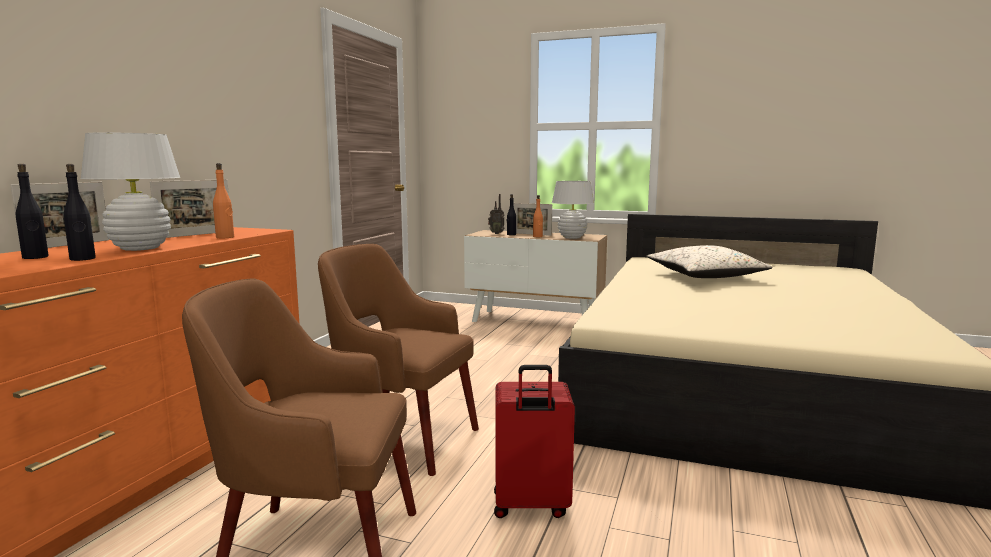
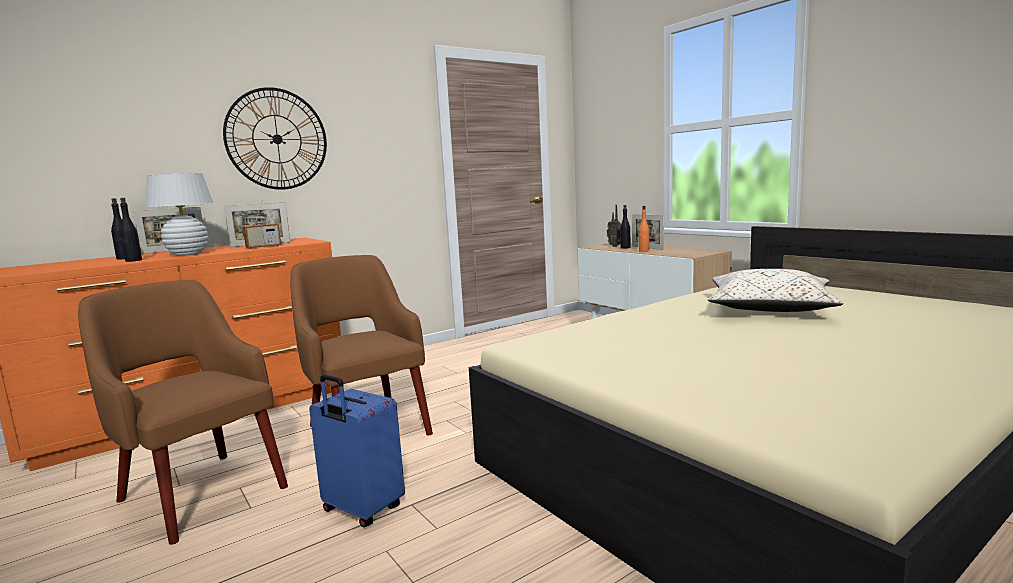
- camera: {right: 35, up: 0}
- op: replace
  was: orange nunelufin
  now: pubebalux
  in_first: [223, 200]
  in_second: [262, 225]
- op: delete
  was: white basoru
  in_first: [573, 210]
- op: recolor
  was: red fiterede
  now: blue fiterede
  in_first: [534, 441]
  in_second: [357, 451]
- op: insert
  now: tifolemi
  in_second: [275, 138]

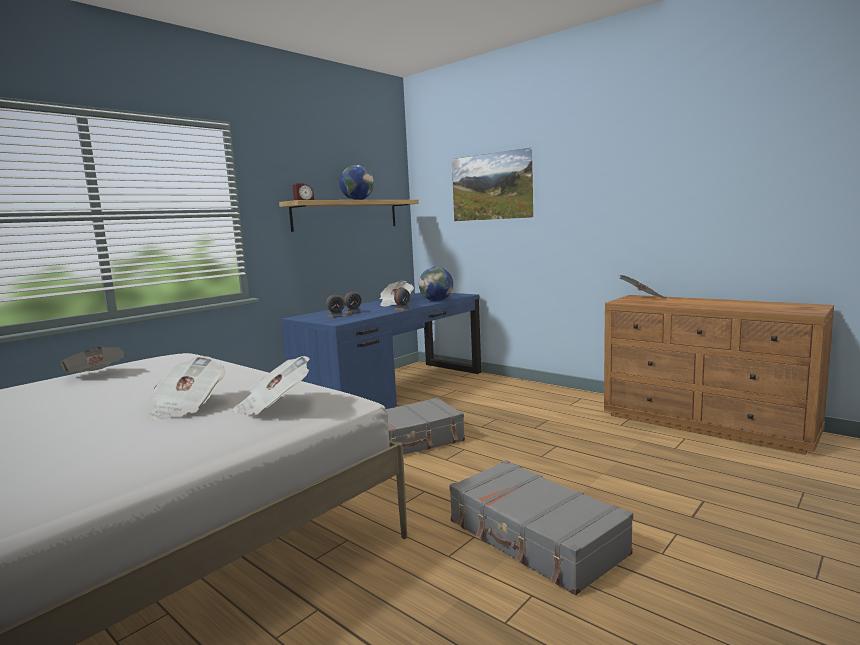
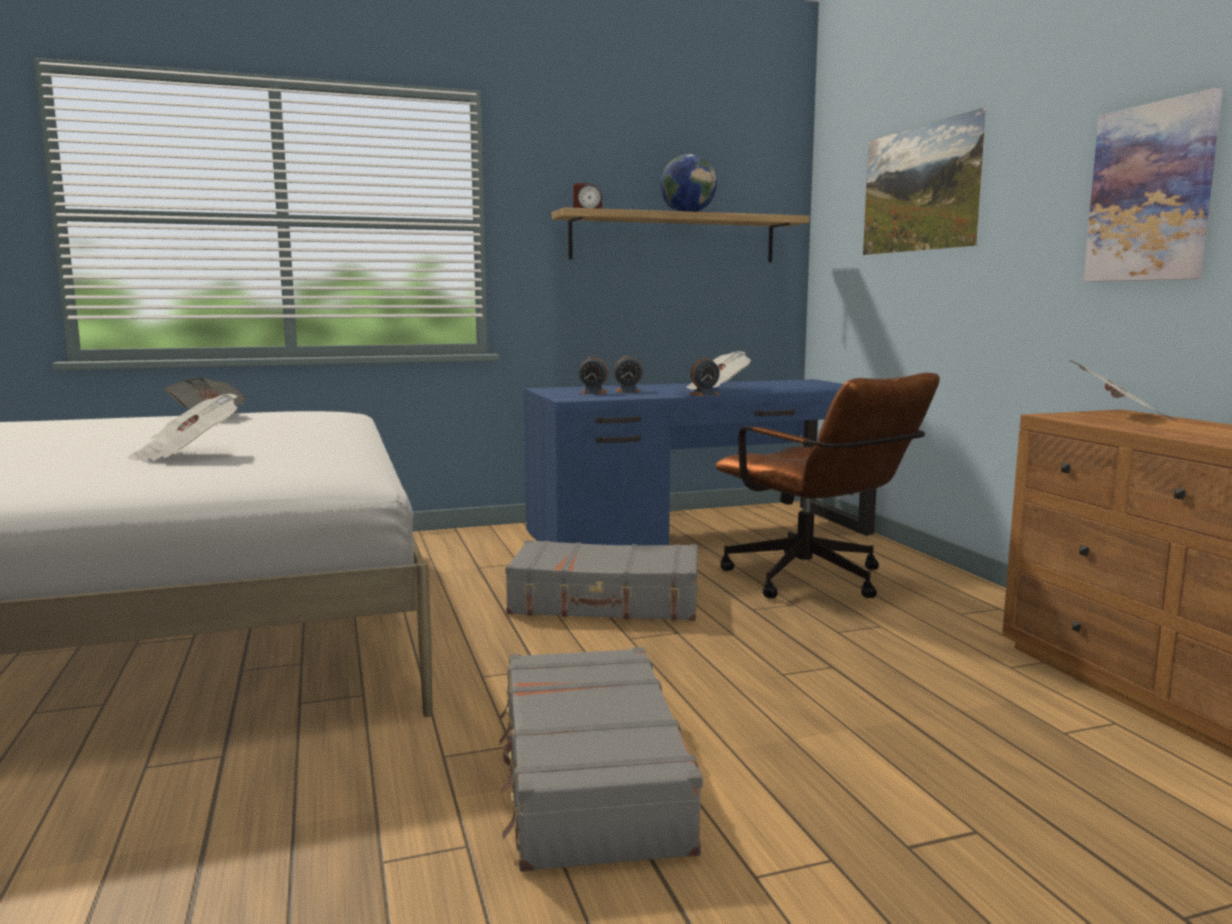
- camera: {right: 30, up: 0}
- op: delete
  was: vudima
  in_first: [436, 284]
- op: delete
  was: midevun
  in_first: [271, 385]
- op: insert
  now: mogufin
  in_second: [1153, 185]
- op: insert
  now: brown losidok
  in_second: [827, 485]

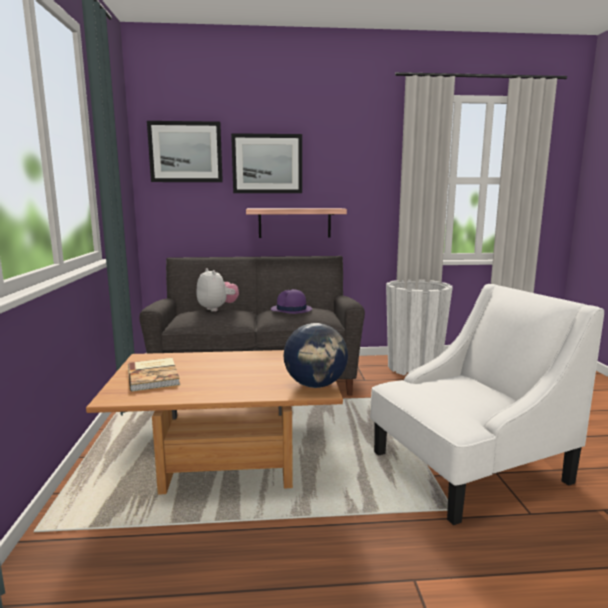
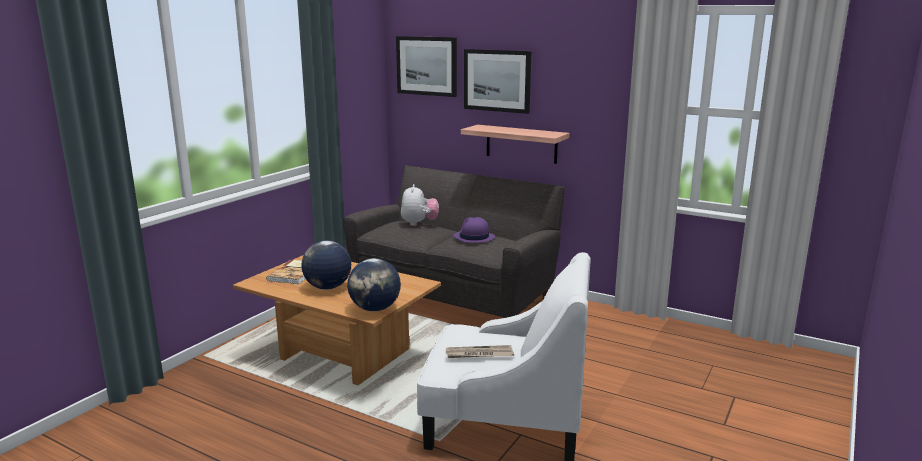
- camera: {right: 35, up: 5}
- op: delete
  was: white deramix
  in_first: [419, 327]
- op: insert
  now: vudima
  in_second: [326, 265]
- op: insert
  now: midevun
  in_second: [480, 351]

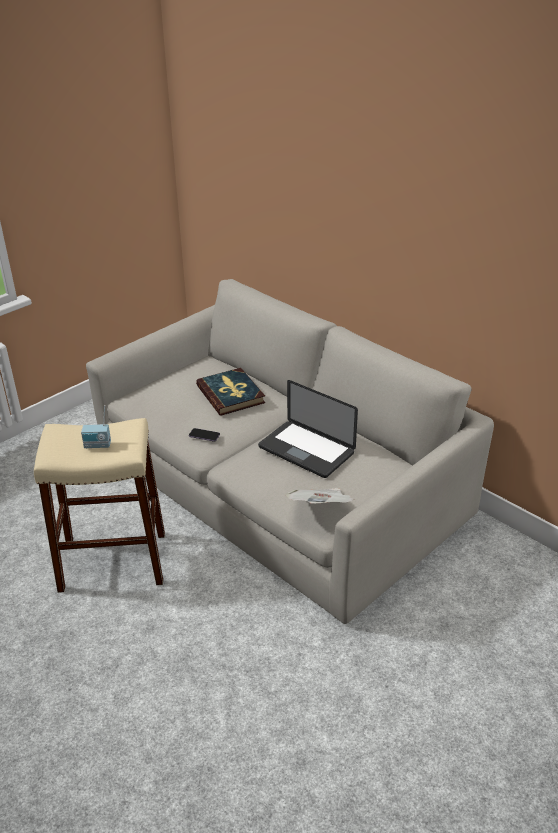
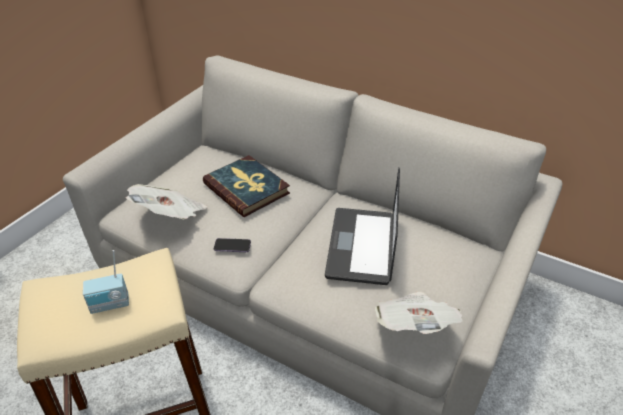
- camera: {right: -15, up: 5}
- op: rotate
  was: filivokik
  in_first: [308, 429]
  in_second: [362, 226]
  clockwise: 75
- op: insert
  now: midevun
  in_second: [167, 201]

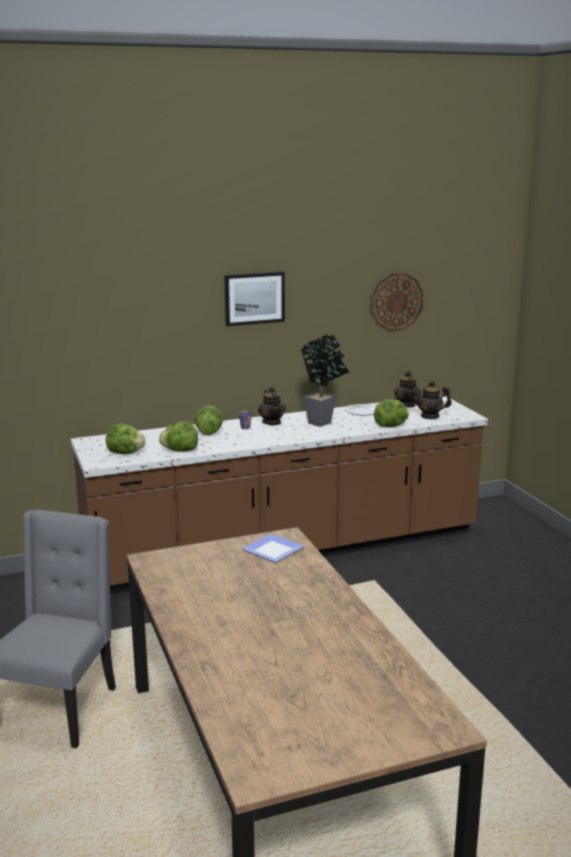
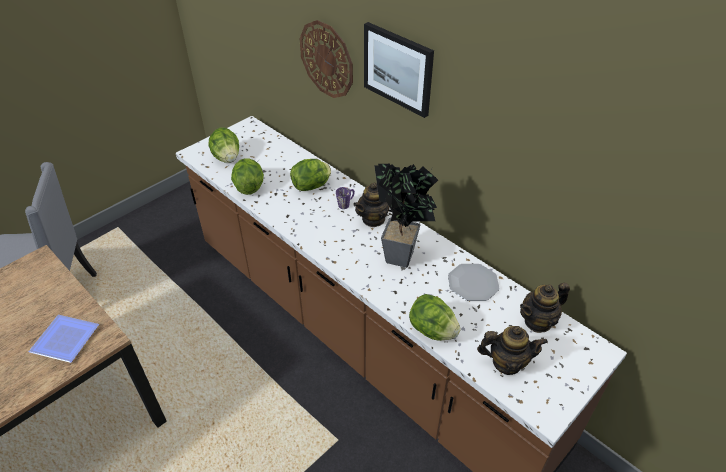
- camera: {right: 65, up: 25}
- op: move
  was: tifolemi
  in_first: [397, 302]
  in_second: [326, 59]
- op: rotate
  was: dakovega
  in_first: [431, 400]
  in_second: [512, 350]
  clockwise: 120

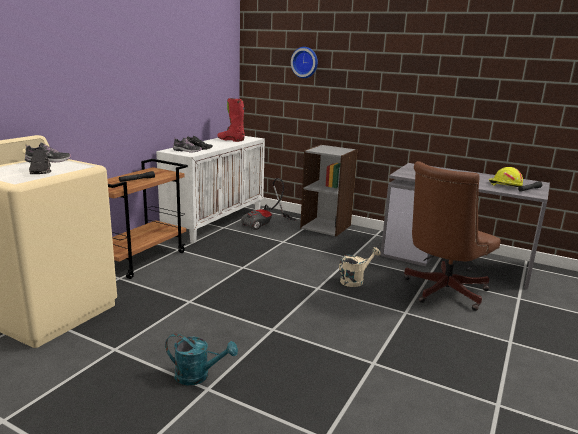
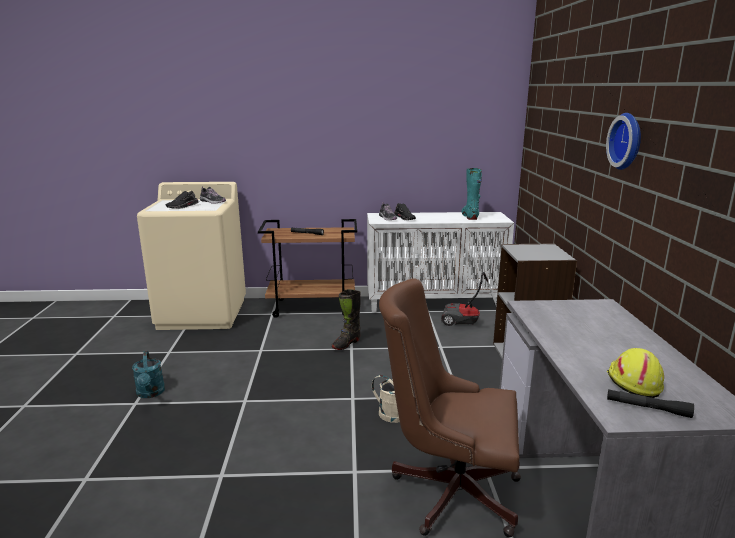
- camera: {right: 60, up: 0}
- op: move
  was: tifolemi
  in_first: [304, 62]
  in_second: [623, 141]
- op: recolor
  was: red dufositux
  now: turquoise dufositux
  in_first: [231, 120]
  in_second: [471, 194]
- op: insert
  now: black dufositux
  in_second: [346, 319]

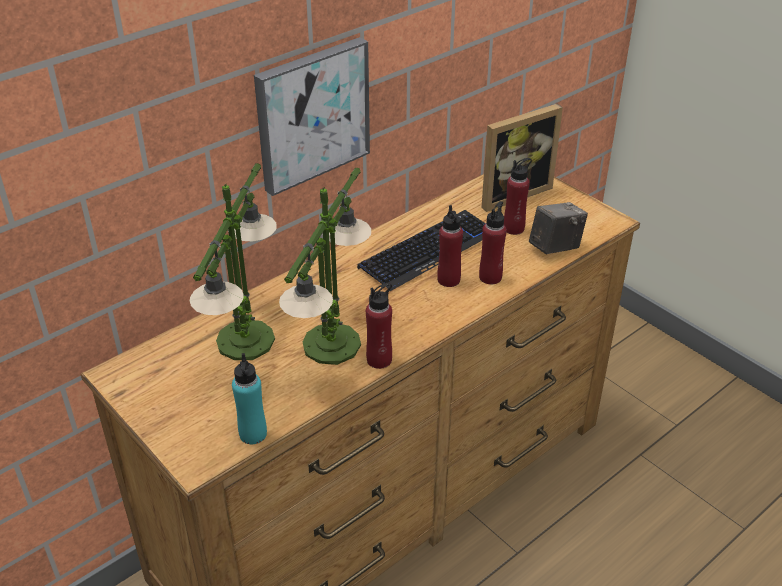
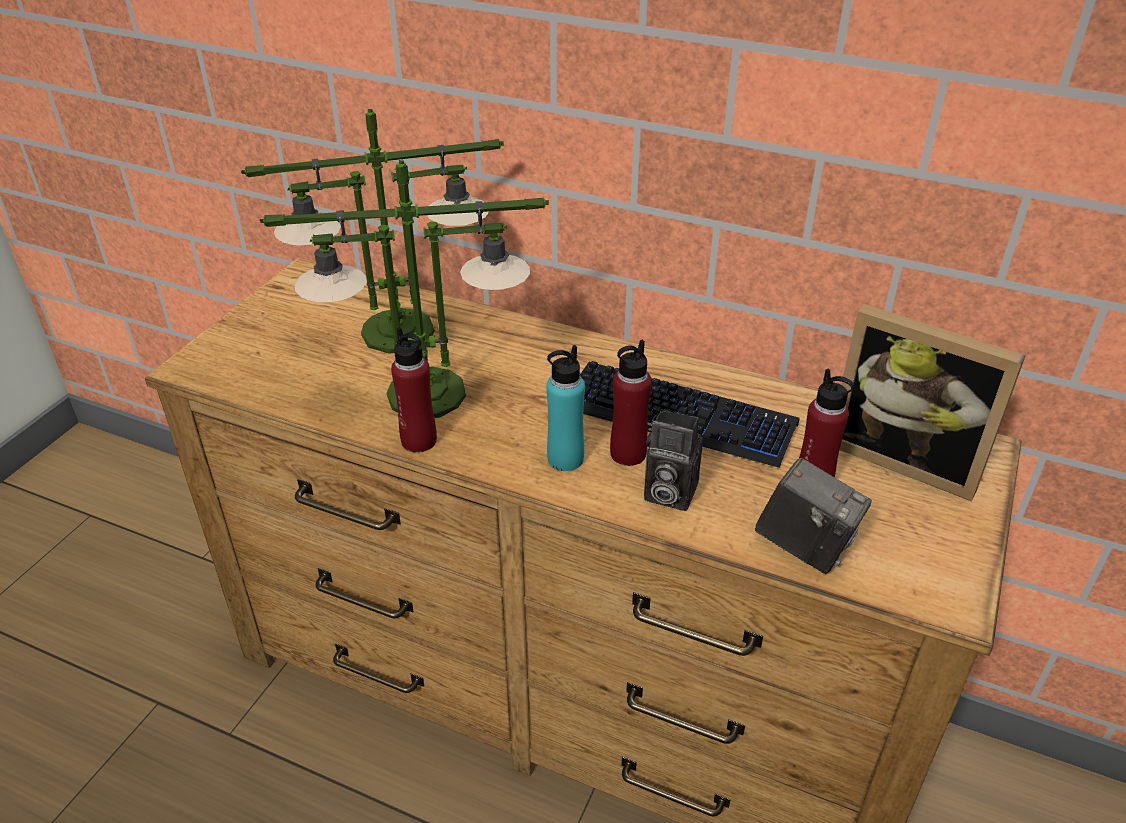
- camera: {right: 65, up: 0}
- op: delete
  was: mogufin
  in_first: [312, 116]
- op: replace
  was: red nunelufin
  now: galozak
  in_first: [493, 242]
  in_second: [673, 460]
- op: move
  was: turquoise nunelufin
  in_first: [249, 398]
  in_second: [565, 408]

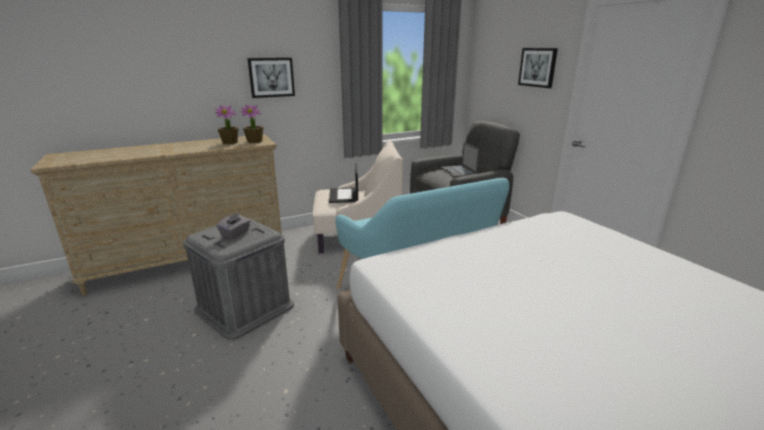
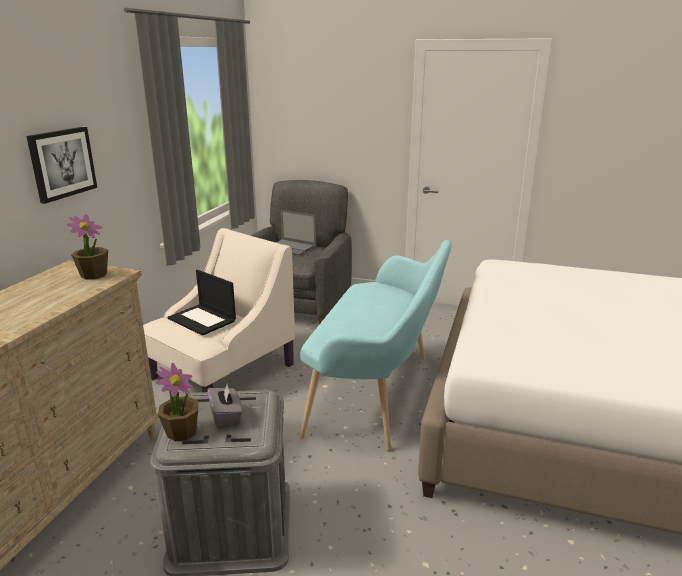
- camera: {right: -45, up: 0}
- op: delete
  was: mogufin
  in_first: [538, 68]
- op: move
  was: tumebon
  in_first: [227, 124]
  in_second: [177, 402]

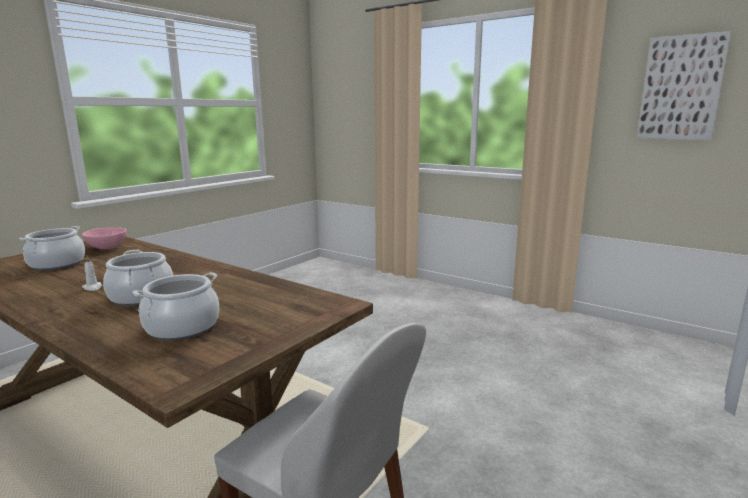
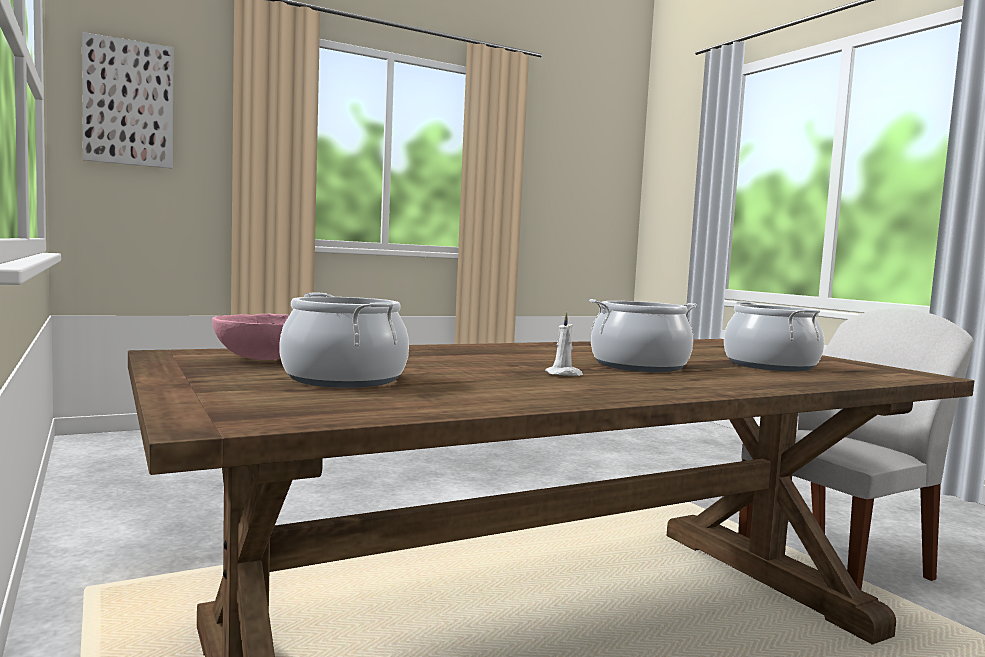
- camera: {right: -65, up: -10}
- op: move
  was: mogufin
  in_first: [684, 85]
  in_second: [127, 100]

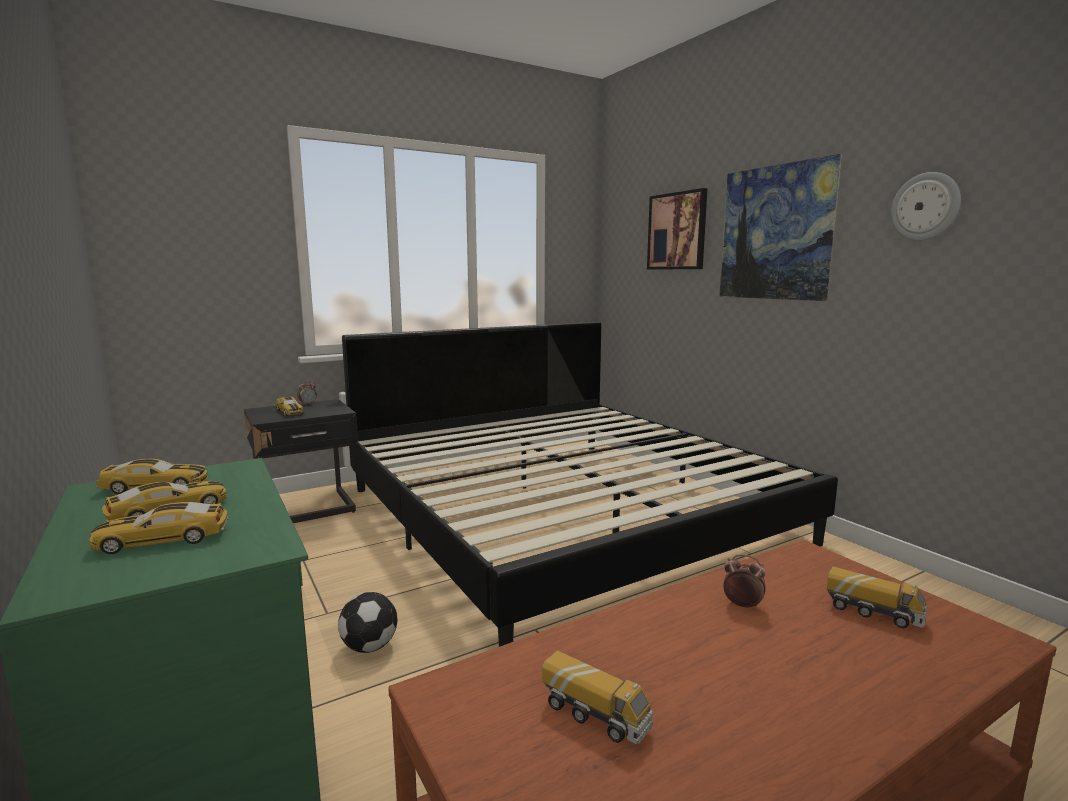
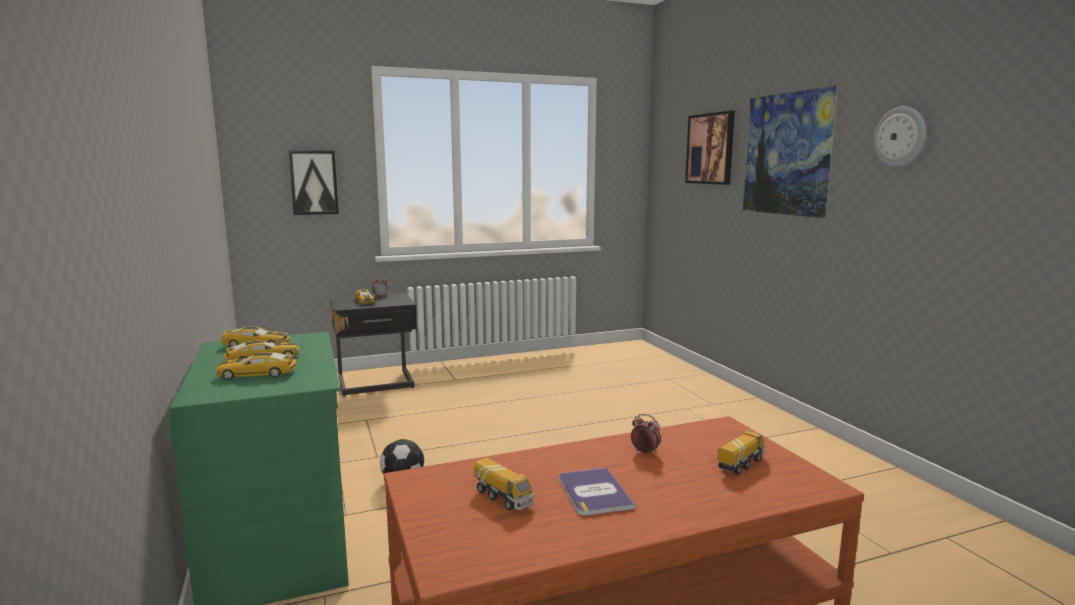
- camera: {right: 10, up: 0}
- op: delete
  was: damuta
  in_first: [590, 484]
- op: rotate
  was: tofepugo
  in_first: [877, 597]
  in_second: [741, 452]
  clockwise: -90
- op: insert
  now: mogufin
  in_second: [314, 182]
- op: insert
  now: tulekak
  in_second: [597, 492]

